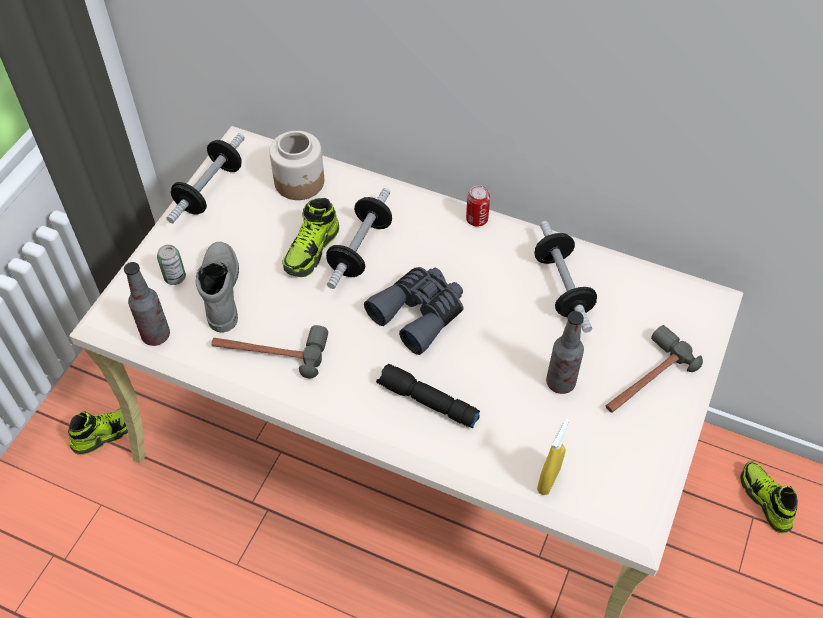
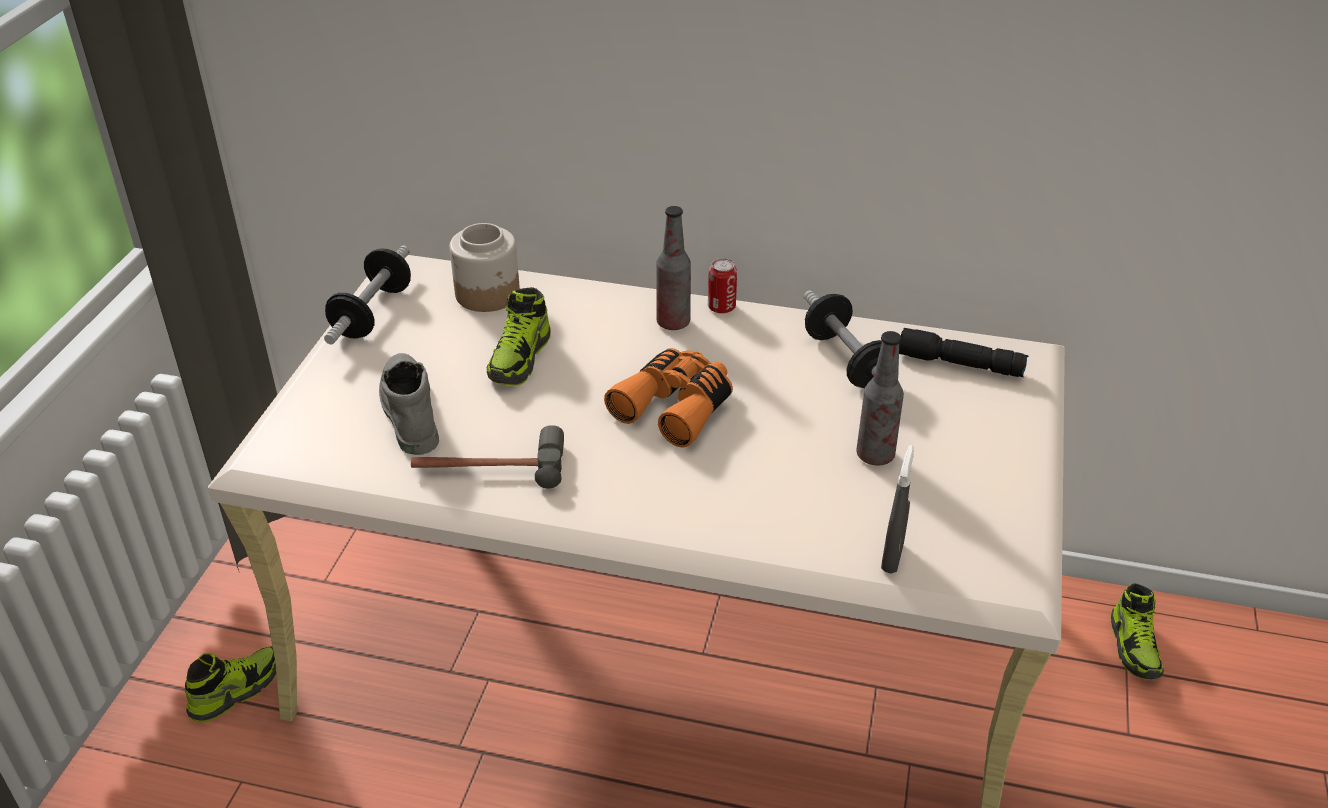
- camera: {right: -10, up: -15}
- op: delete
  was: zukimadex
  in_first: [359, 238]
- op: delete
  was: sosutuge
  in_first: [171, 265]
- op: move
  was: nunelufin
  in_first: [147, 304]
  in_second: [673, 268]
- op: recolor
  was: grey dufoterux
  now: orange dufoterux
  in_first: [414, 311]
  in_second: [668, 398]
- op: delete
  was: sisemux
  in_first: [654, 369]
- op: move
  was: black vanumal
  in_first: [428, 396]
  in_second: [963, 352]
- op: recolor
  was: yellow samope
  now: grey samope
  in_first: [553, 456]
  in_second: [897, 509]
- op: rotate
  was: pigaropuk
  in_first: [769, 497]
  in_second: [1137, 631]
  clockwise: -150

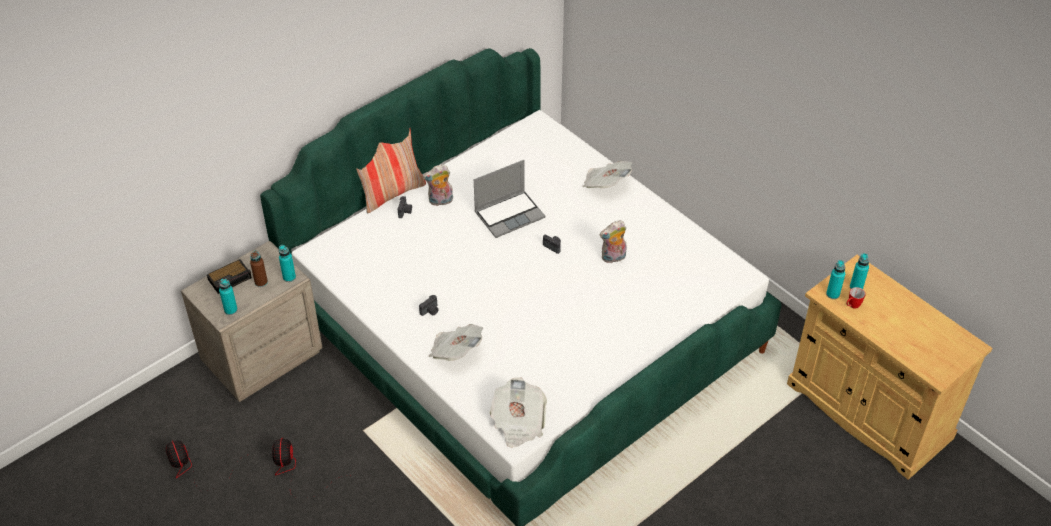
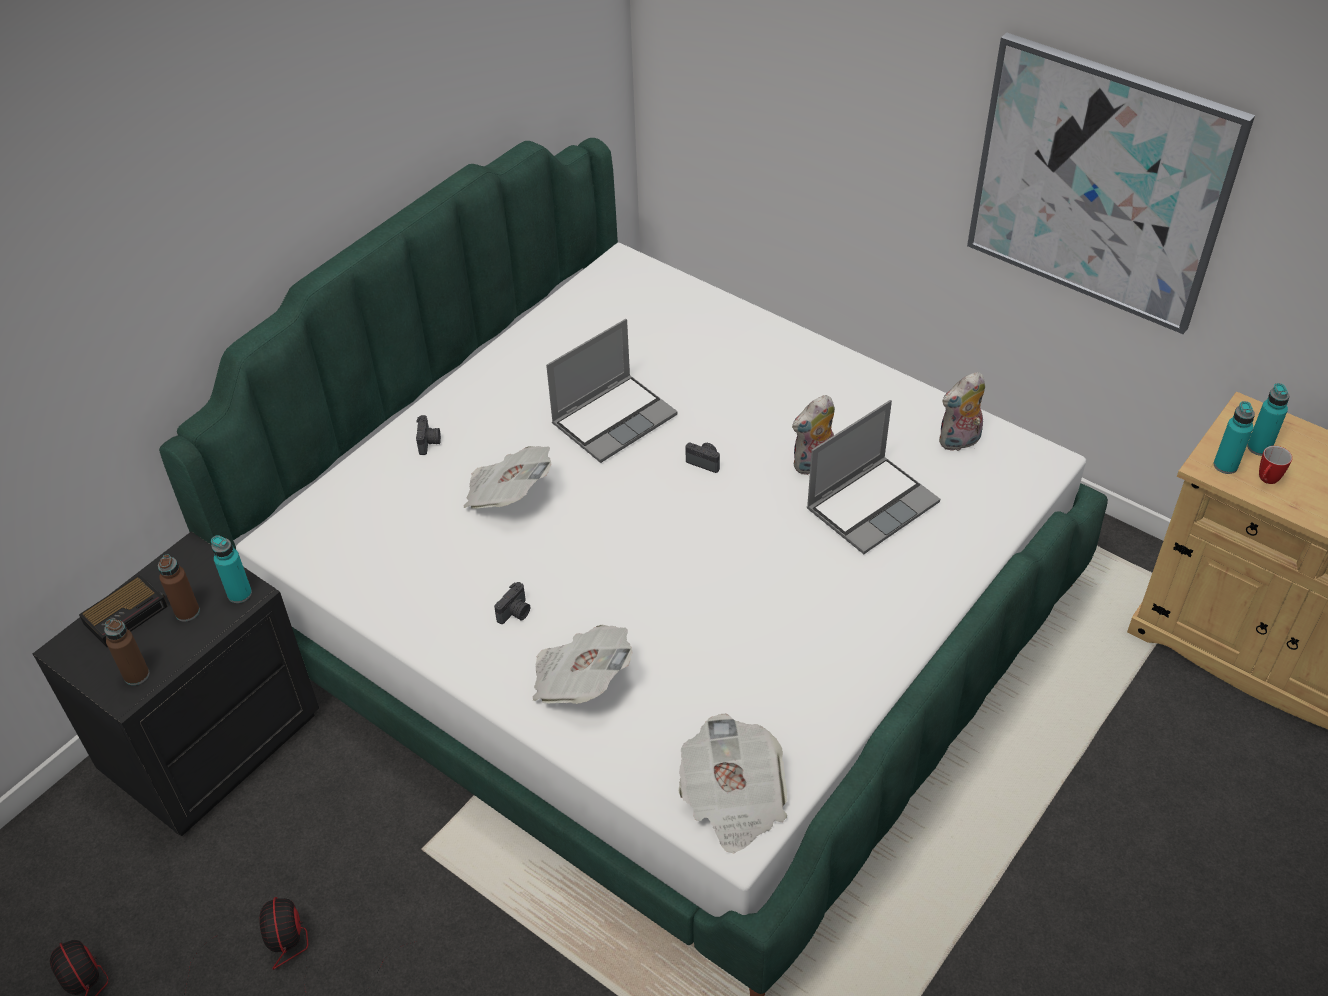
- camera: {right: -10, up: 0}
- op: delete
  was: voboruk
  in_first: [391, 171]
- op: move
  was: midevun
  in_first: [607, 174]
  in_second: [507, 477]
- op: move
  was: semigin
  in_first: [438, 185]
  in_second: [962, 411]
- op: recolor
  was: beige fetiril
  now: black fetiril
  in_first: [251, 321]
  in_second: [176, 684]
- op: recolor
  was: turquoise nunelufin
  now: brown nunelufin
  in_first: [228, 297]
  in_second: [126, 652]
- op: insert
  now: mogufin
  in_second: [1111, 183]
- op: insert
  now: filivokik
  in_second: [873, 477]

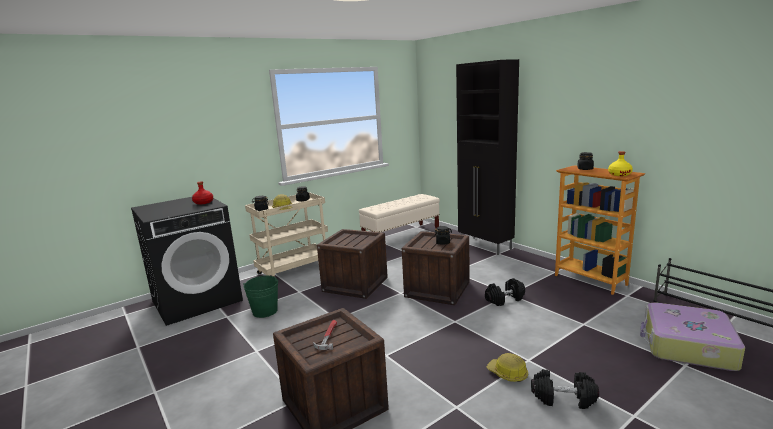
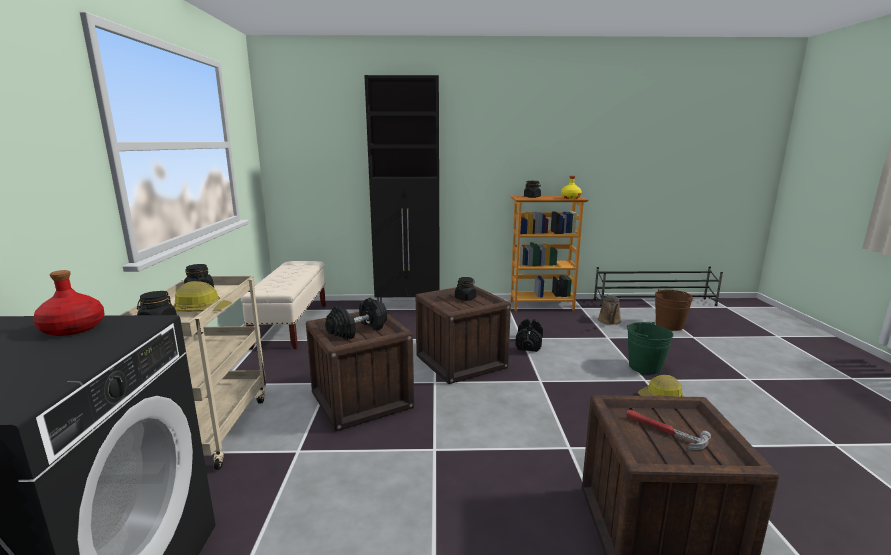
- camera: {right: -55, up: 0}
- op: move
  was: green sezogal
  in_first: [260, 296]
  in_second: [650, 348]
- op: replace
  was: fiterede
  now: brown sezogal
  in_first: [692, 336]
  in_second: [674, 310]
- op: move
  was: black zukimadex
  in_first: [565, 389]
  in_second: [356, 319]
- op: insert
  now: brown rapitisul
  in_second: [610, 309]

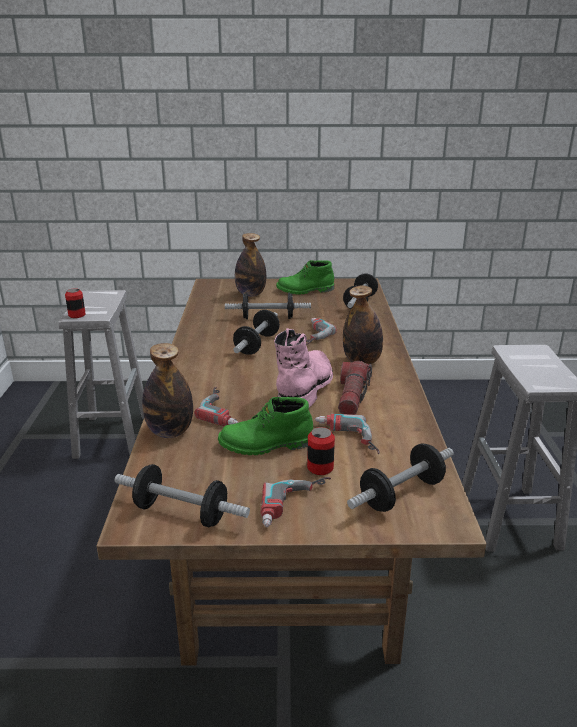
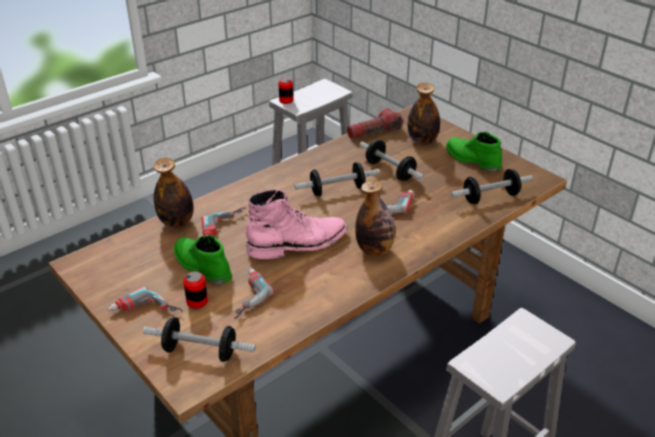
- camera: {right: 50, up: 10}
- op: move
  was: vanumal
  in_first: [355, 388]
  in_second: [375, 124]
- op: delete
  was: zukimadex
  in_first: [182, 495]

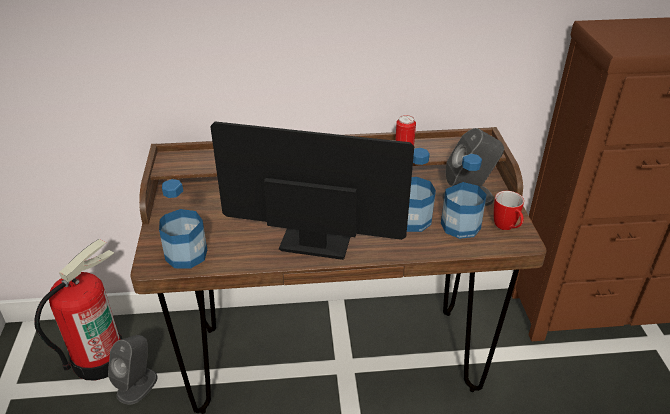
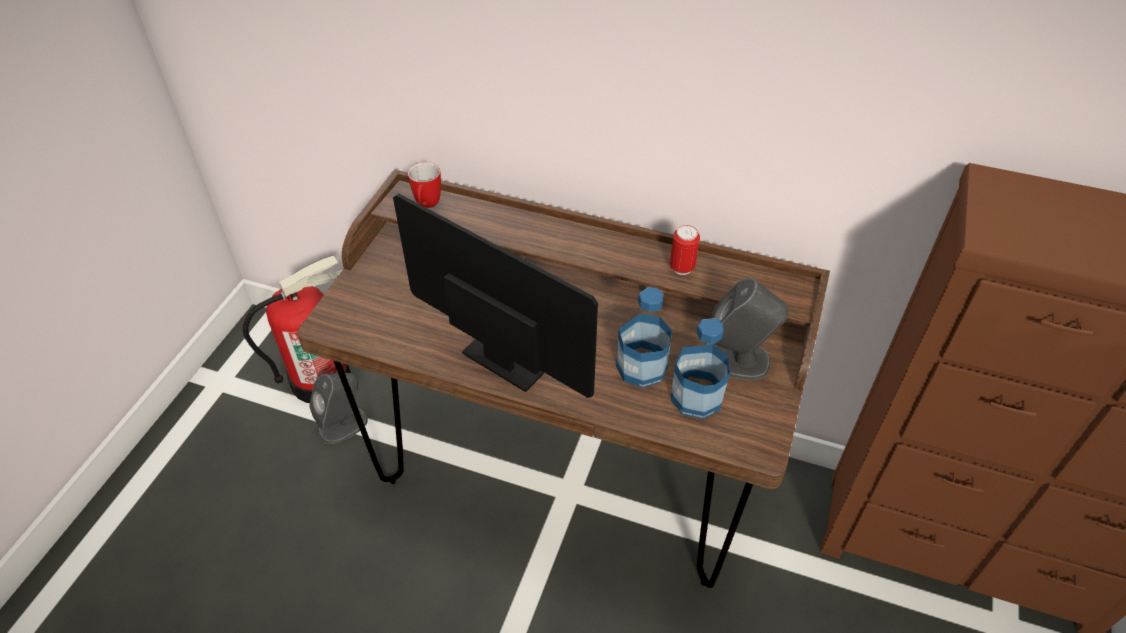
- camera: {right: 25, up: 10}
- op: delete
  was: nunelufin
  in_first: [183, 224]
- op: move
  was: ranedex
  in_first: [509, 210]
  in_second: [424, 185]

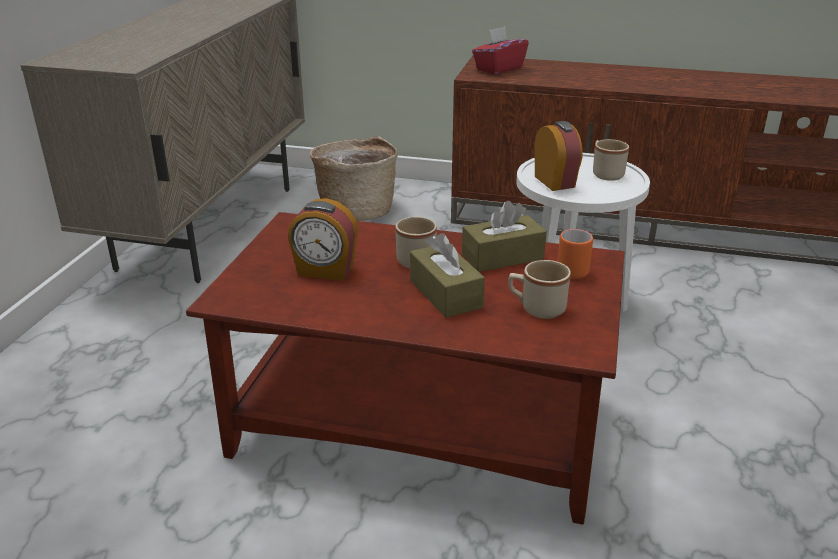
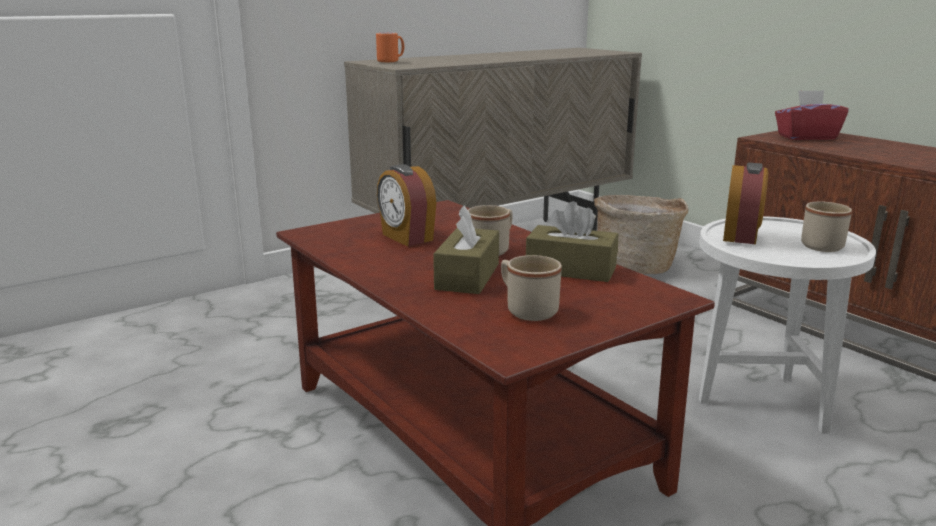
- camera: {right: 40, up: -10}
- op: move
  was: orange ranedex
  in_first: [575, 254]
  in_second: [390, 47]

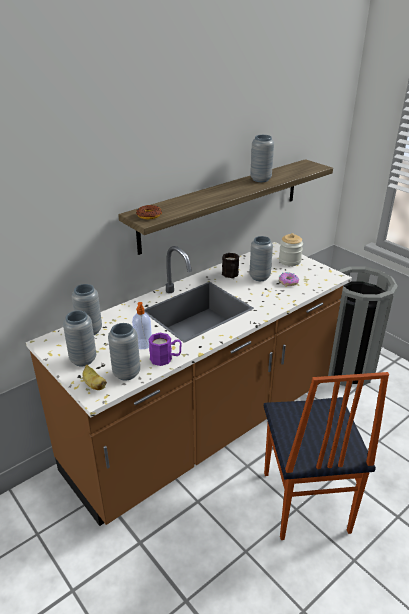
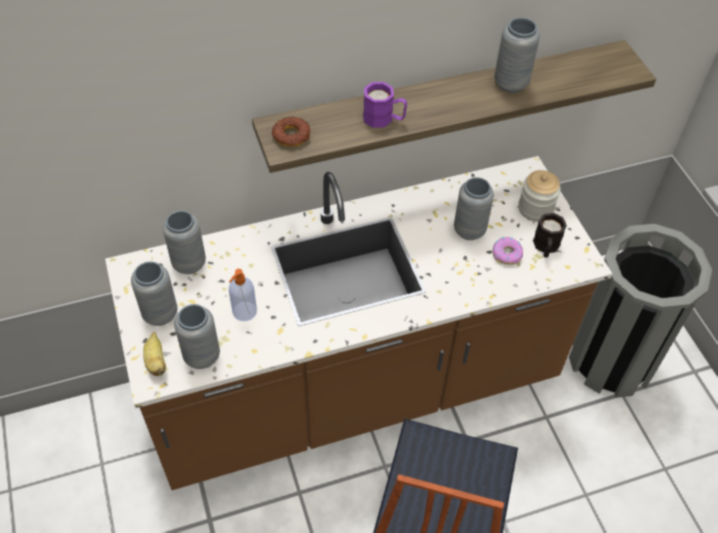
- camera: {right: 20, up: 20}
- op: move
  was: black ranedex
  in_first: [230, 265]
  in_second: [550, 235]
- op: move
  was: purple ranedex
  in_first: [165, 349]
  in_second: [385, 105]

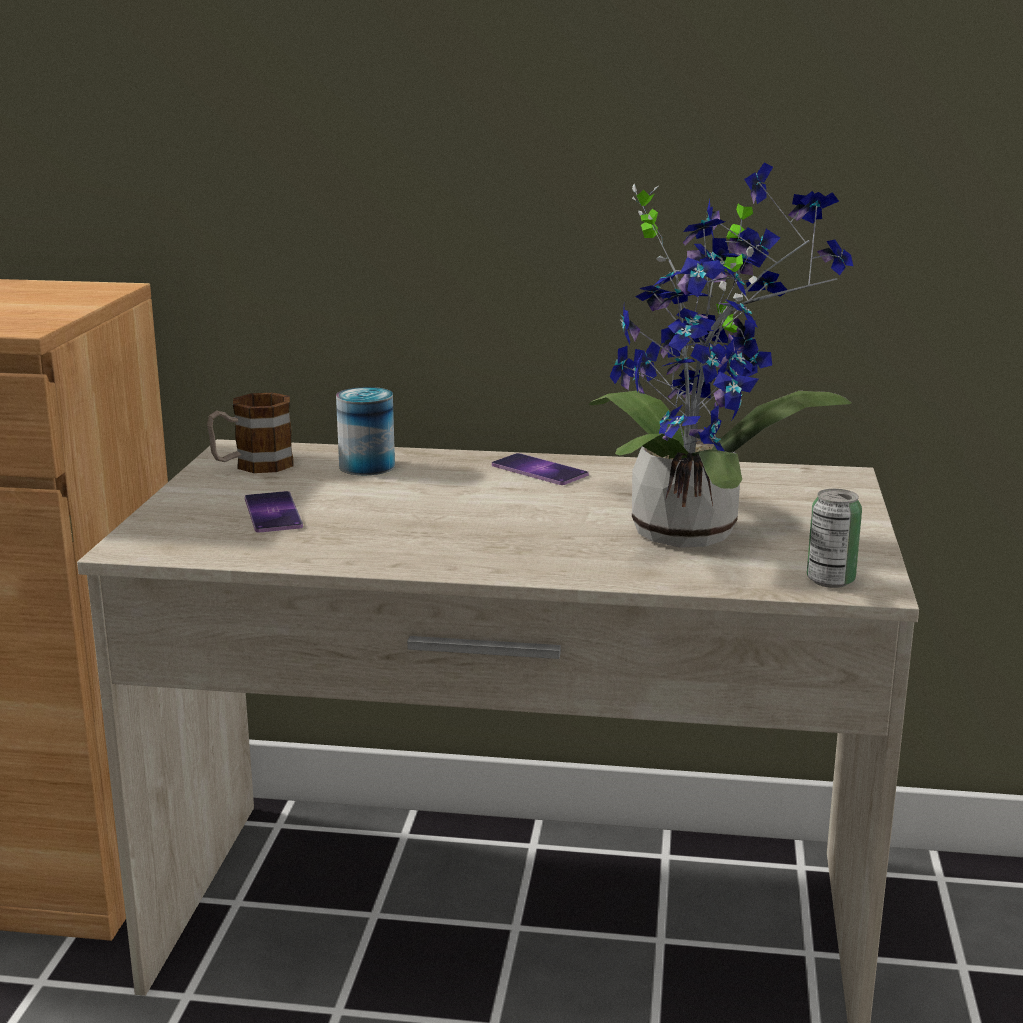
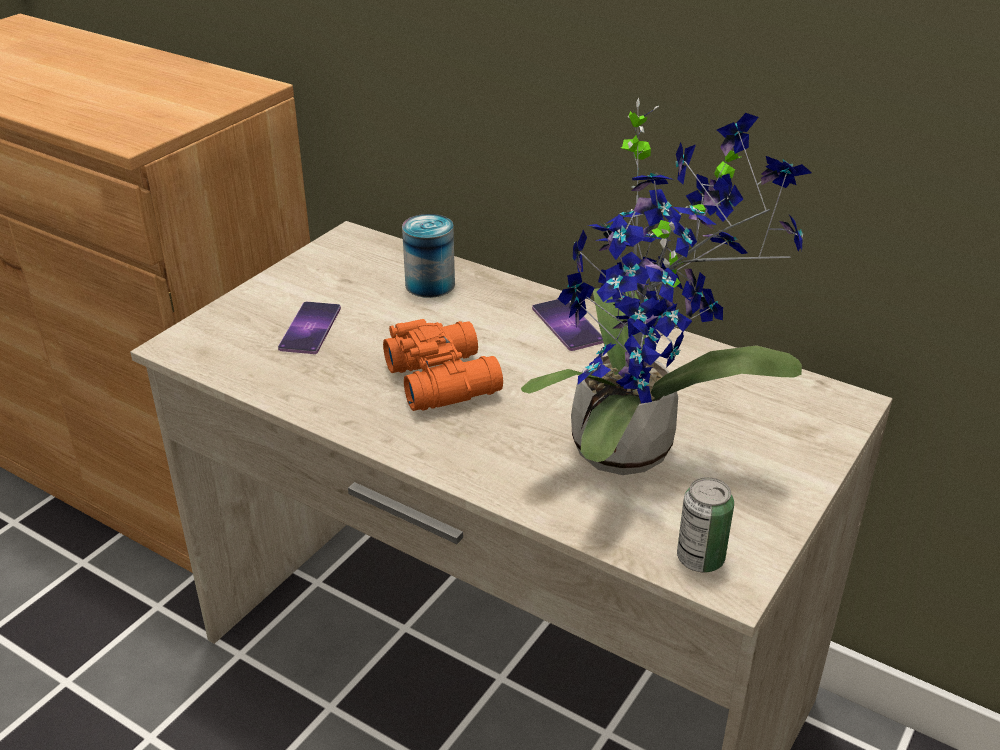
- camera: {right: 25, up: 15}
- op: delete
  was: ranedex
  in_first: [250, 433]
- op: insert
  now: orange dufoterux
  in_second: [443, 365]

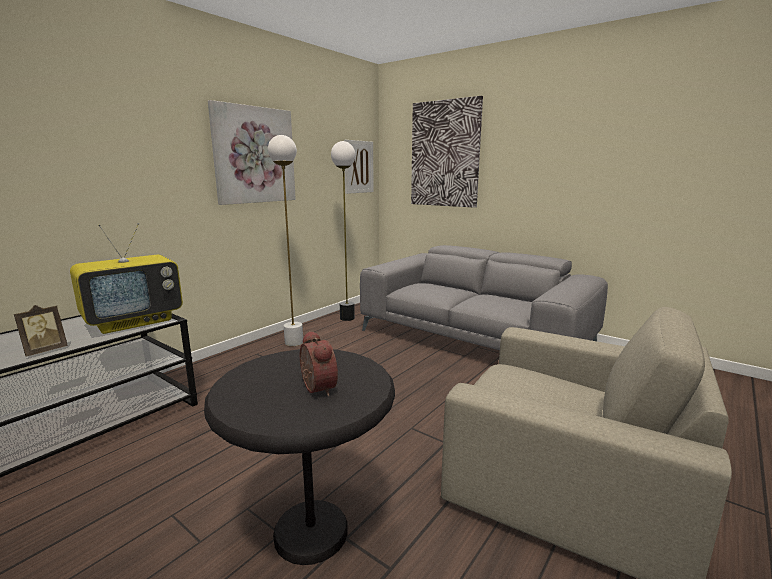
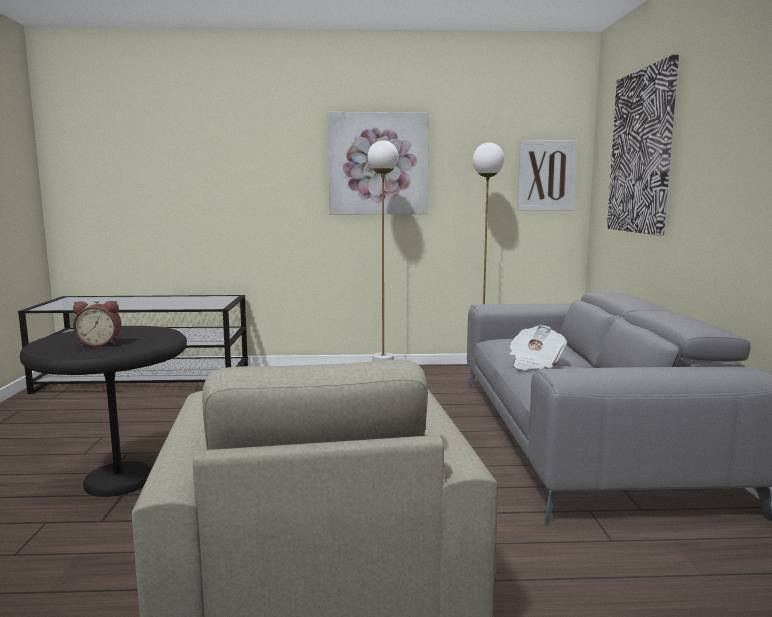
- camera: {right: 50, up: -5}
- op: delete
  was: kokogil
  in_first: [126, 278]
- op: delete
  was: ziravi
  in_first: [41, 330]
- op: rotate
  was: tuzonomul
  in_first: [319, 363]
  in_second: [97, 324]
  clockwise: 60
- op: insert
  now: midevun
  in_second: [538, 347]

